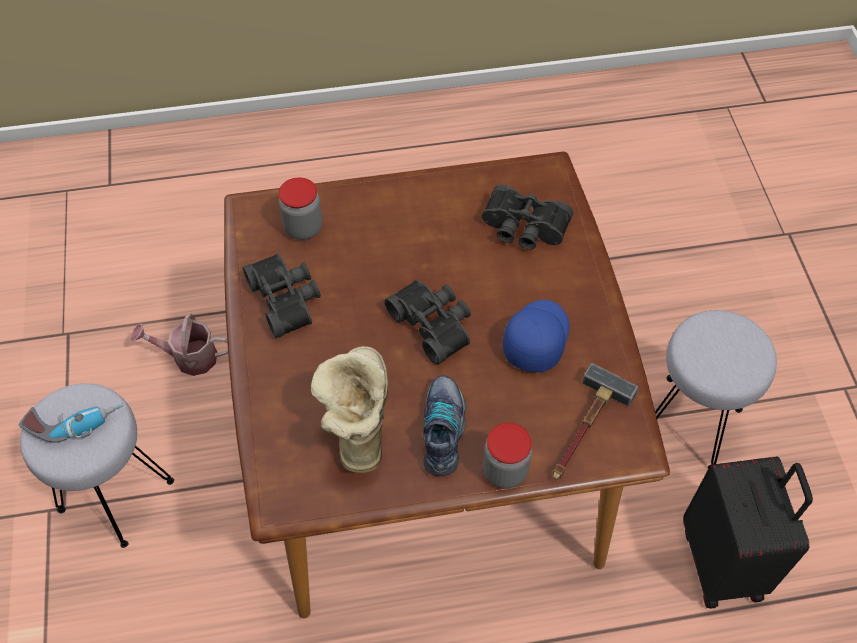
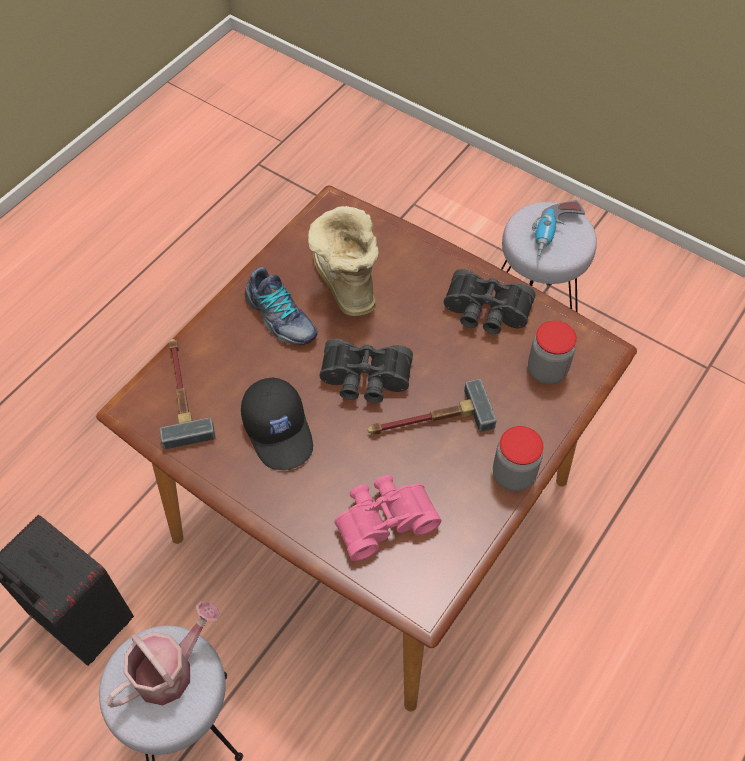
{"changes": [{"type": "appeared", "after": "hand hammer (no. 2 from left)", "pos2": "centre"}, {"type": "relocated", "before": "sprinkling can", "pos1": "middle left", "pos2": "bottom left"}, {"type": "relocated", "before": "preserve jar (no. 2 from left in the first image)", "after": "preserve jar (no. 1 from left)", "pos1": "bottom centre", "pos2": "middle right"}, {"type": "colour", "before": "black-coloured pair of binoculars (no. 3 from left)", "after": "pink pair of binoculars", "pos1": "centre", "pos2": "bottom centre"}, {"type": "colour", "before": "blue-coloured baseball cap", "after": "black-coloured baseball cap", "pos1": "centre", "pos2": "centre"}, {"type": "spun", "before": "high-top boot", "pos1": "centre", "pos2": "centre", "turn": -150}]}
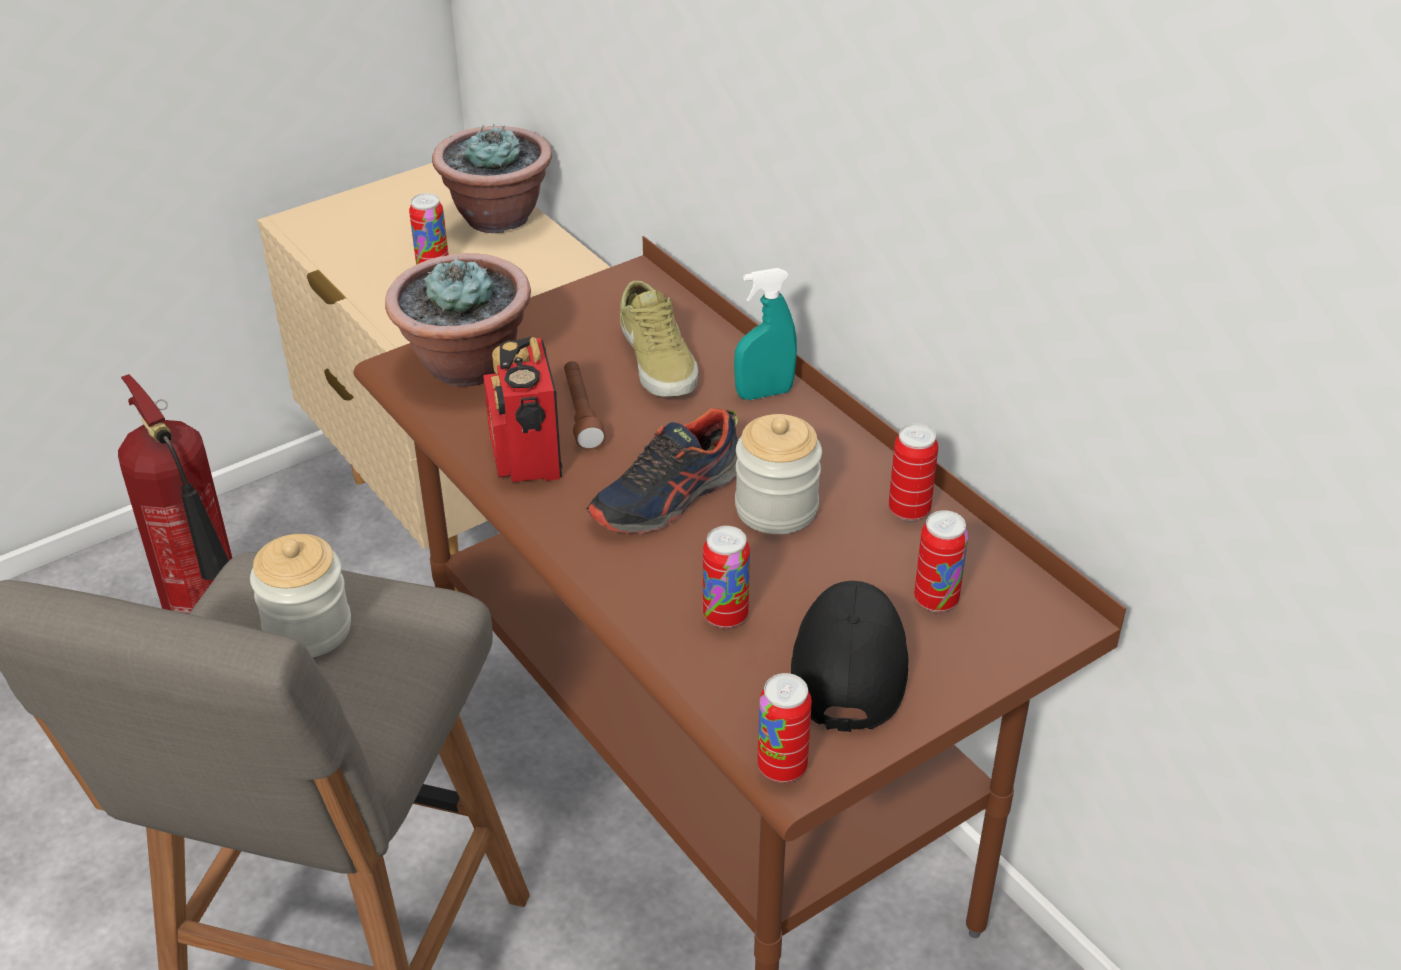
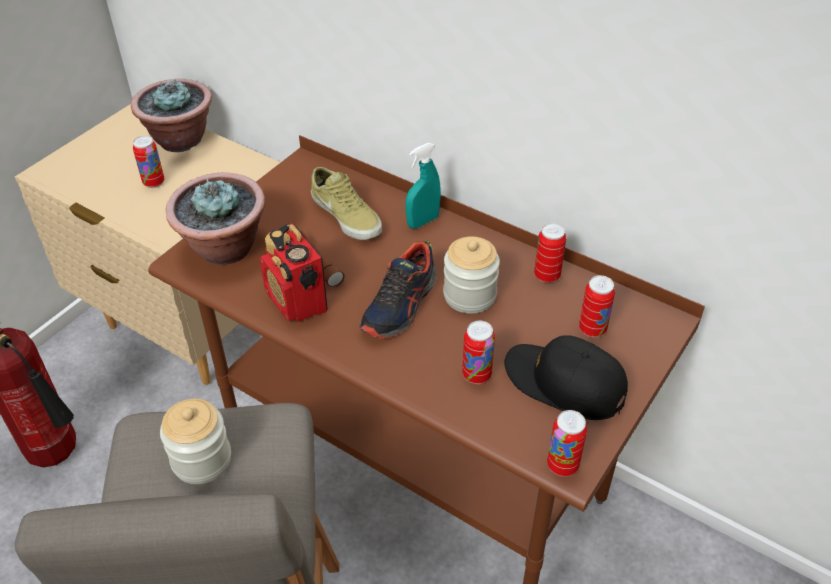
{"changes": [{"type": "spun", "before": "black-coloured baseball cap", "pos1": "bottom centre", "pos2": "middle right", "turn": -45}]}
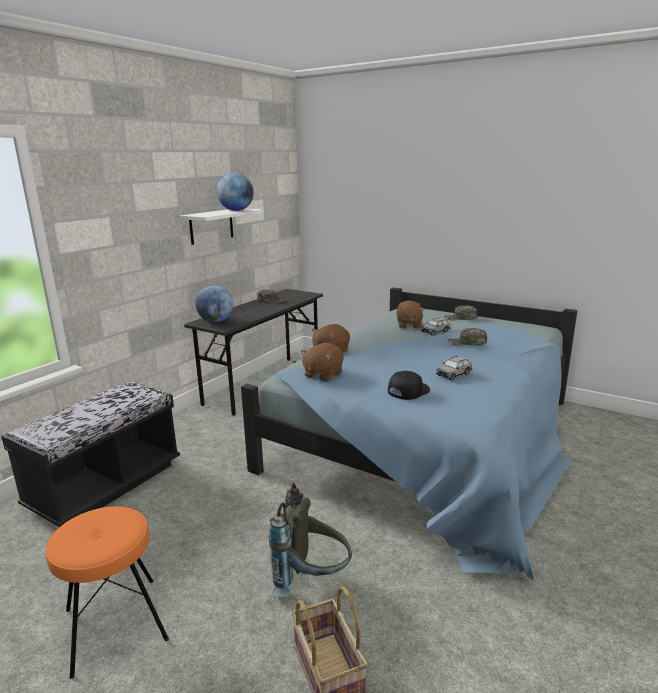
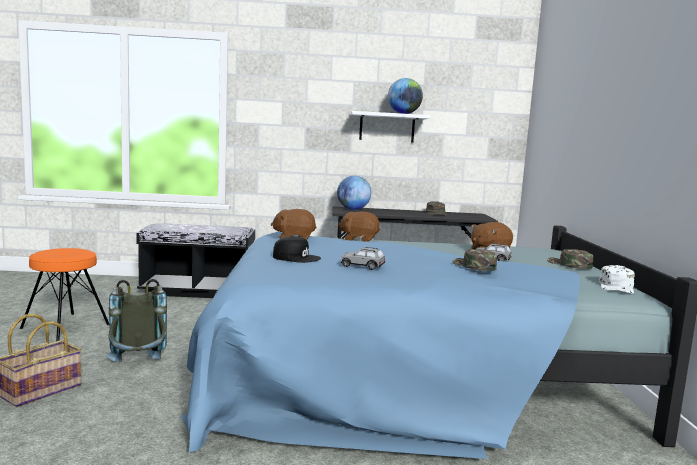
{"changes": [{"type": "appeared", "after": "white-coloured baseball cap", "pos2": "middle right"}]}
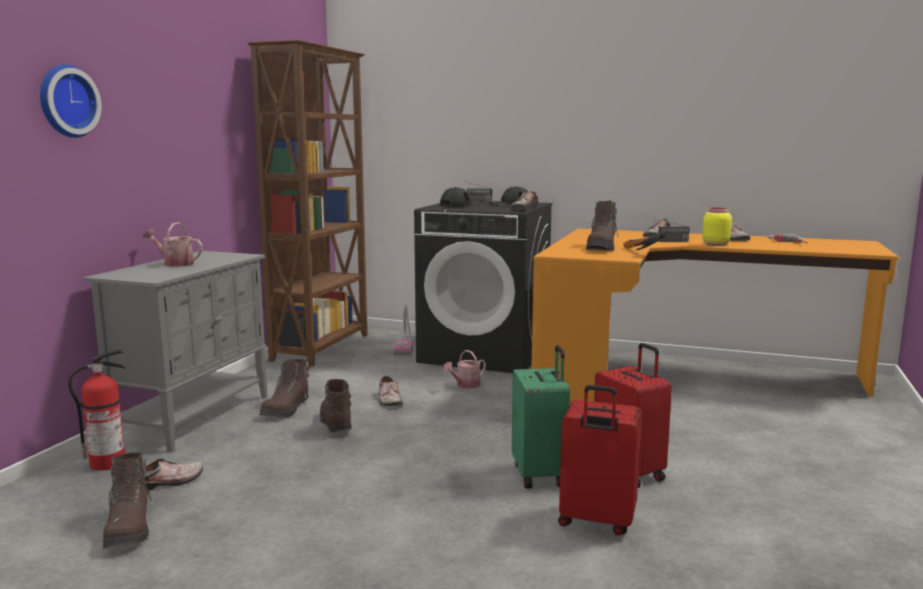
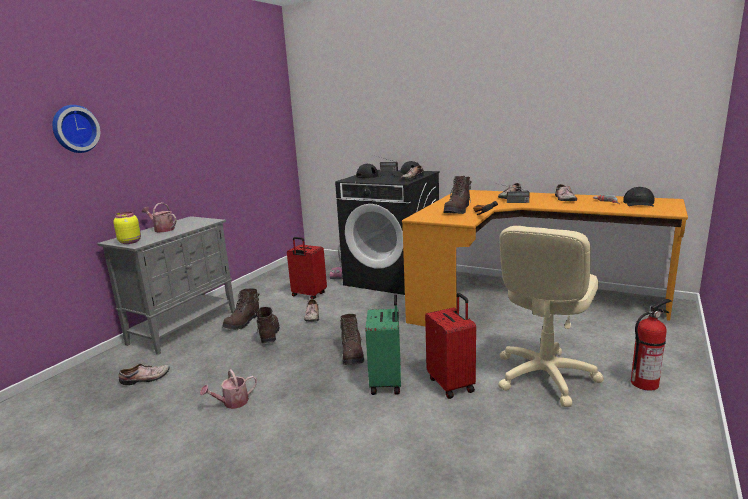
{"changes": [{"type": "missing", "before": "brown-coloured shelving unit", "pos1": "middle left"}, {"type": "appeared", "after": "beige-coloured desk chair", "pos2": "middle right"}, {"type": "appeared", "after": "black-coloured baseball cap (no. 3 from left)", "pos2": "middle right"}, {"type": "relocated", "before": "extinguisher", "pos1": "bottom left", "pos2": "bottom right"}, {"type": "relocated", "before": "brown-coloured high-top boot (no. 1 from left in the first image)", "after": "brown-coloured high-top boot (no. 3 from left)", "pos1": "bottom left", "pos2": "bottom centre"}, {"type": "relocated", "before": "sprinkling can (no. 2 from left)", "pos1": "centre", "pos2": "bottom left"}, {"type": "relocated", "before": "red-coloured travel case (no. 1 from left)", "pos1": "bottom centre", "pos2": "centre"}, {"type": "relocated", "before": "yellow preserve jar", "pos1": "middle right", "pos2": "middle left"}]}
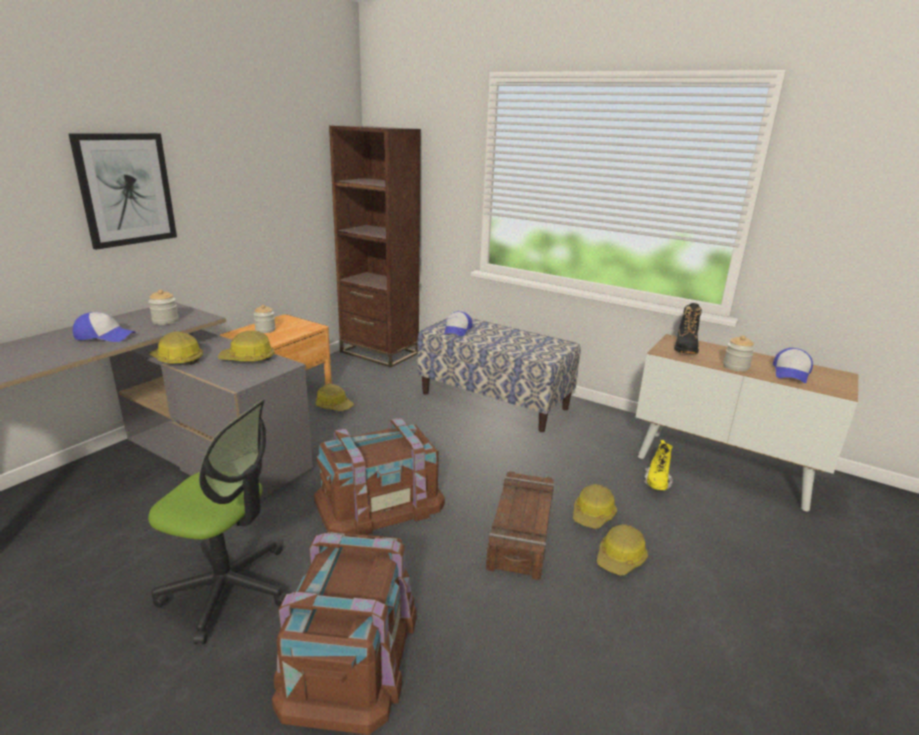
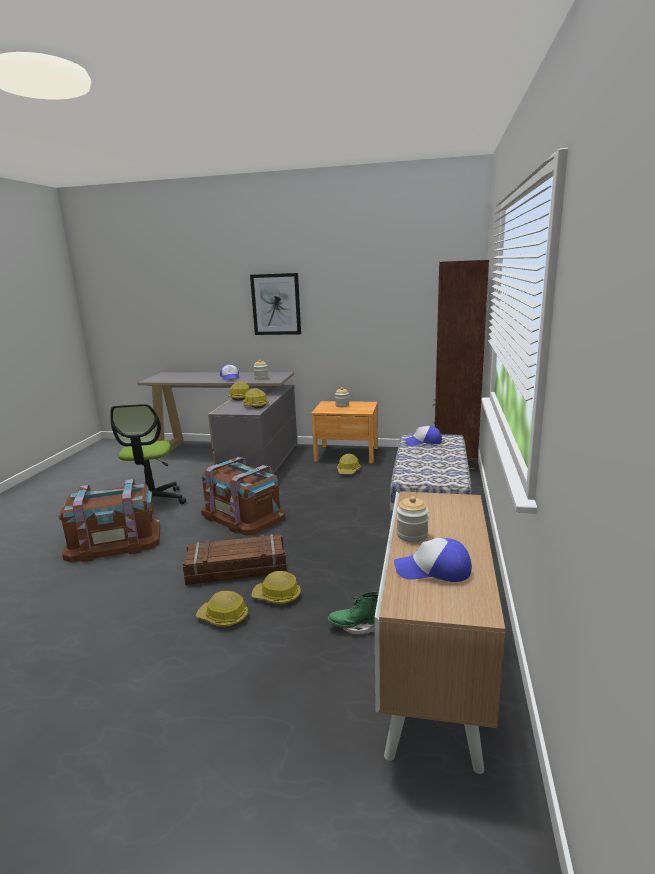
{"changes": [{"type": "missing", "before": "black-coloured high-top boot", "pos1": "middle right"}, {"type": "colour", "before": "yellow high-top boot", "after": "green high-top boot", "pos1": "middle right", "pos2": "bottom centre"}]}
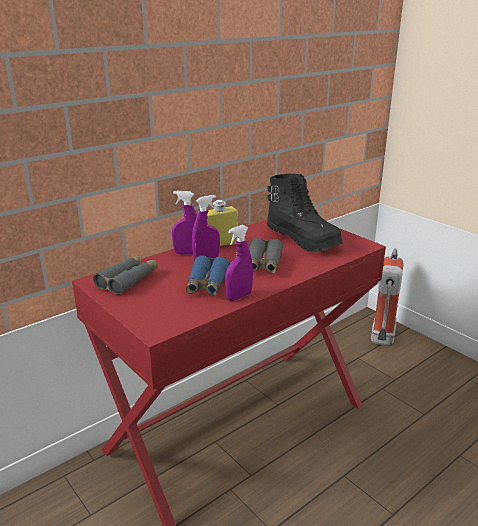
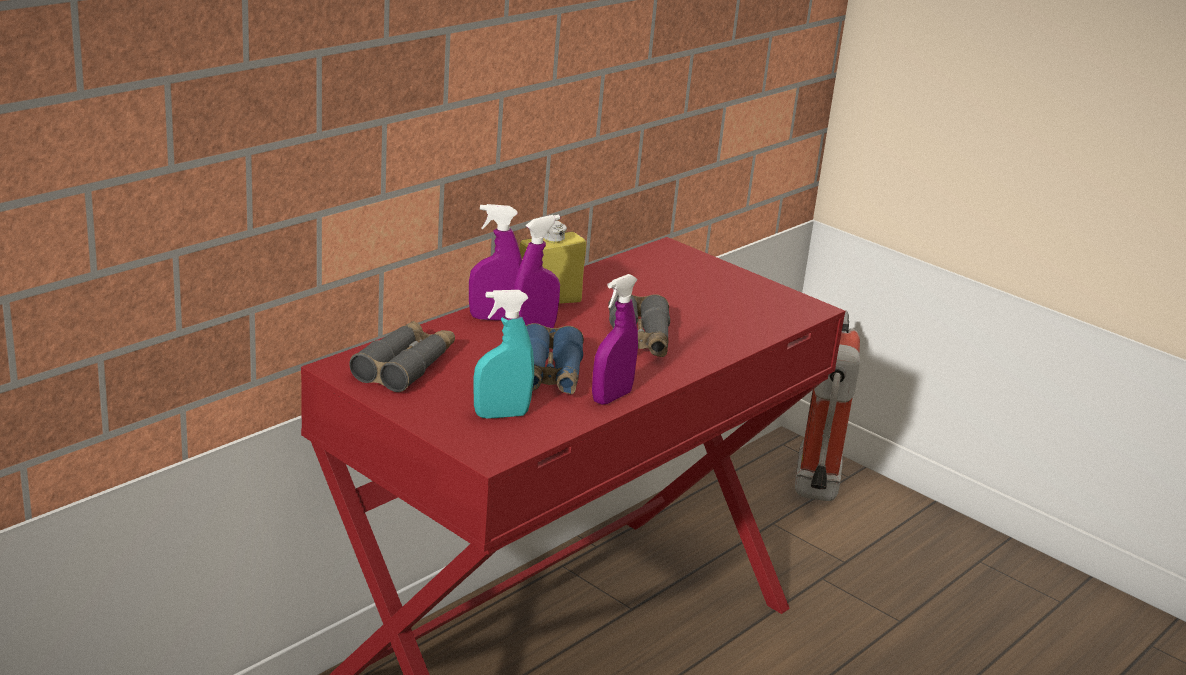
{"changes": [{"type": "missing", "before": "black-coloured high-top boot", "pos1": "centre"}, {"type": "appeared", "after": "turquoise spray bottle", "pos2": "centre"}]}
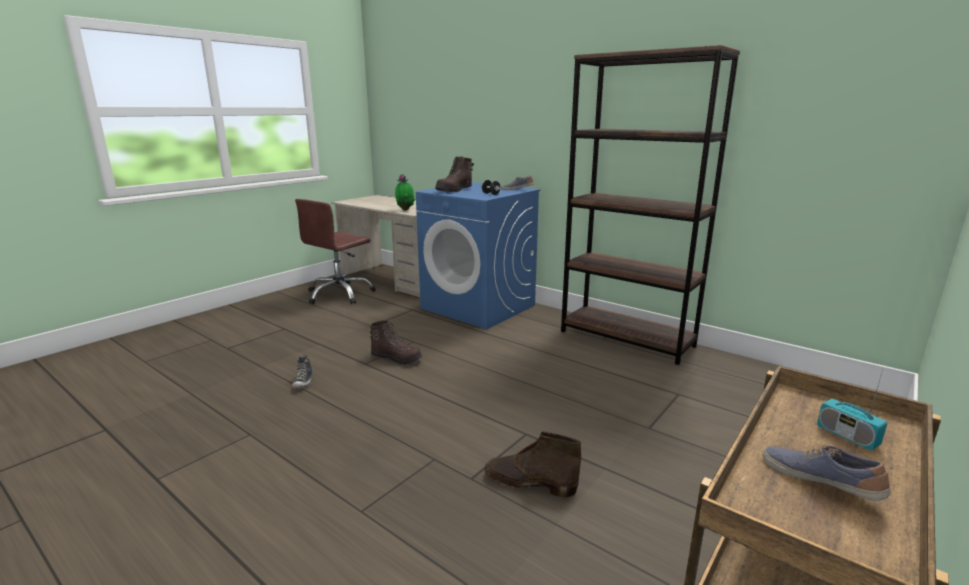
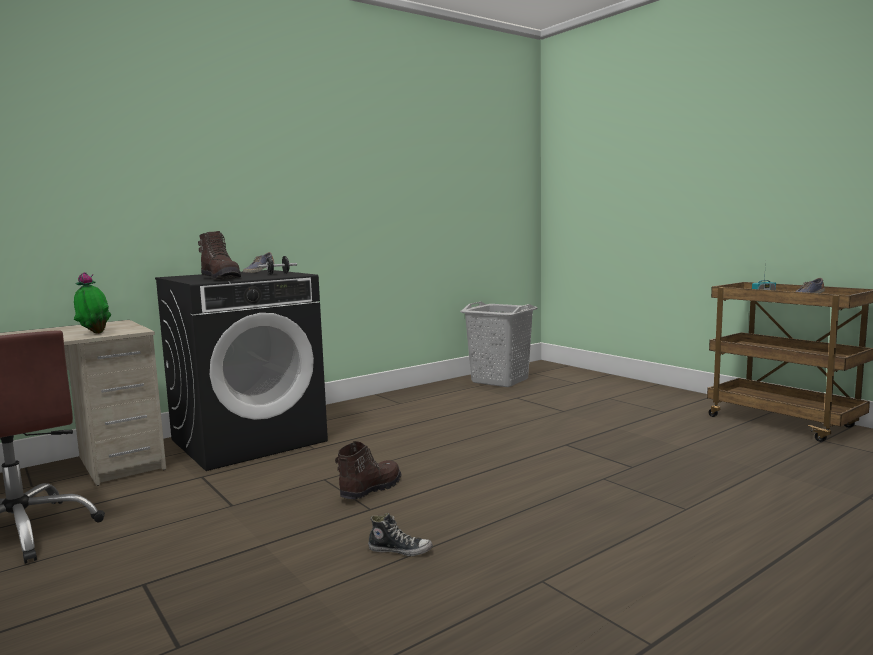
{"changes": [{"type": "missing", "before": "brown-coloured high-top boot (no. 3 from left)", "pos1": "bottom centre"}, {"type": "missing", "before": "brown-coloured shelving unit", "pos1": "middle right"}, {"type": "appeared", "after": "greyish washing basket", "pos2": "centre"}, {"type": "colour", "before": "blue-coloured laundry machine", "after": "black-coloured laundry machine", "pos1": "centre", "pos2": "middle left"}]}
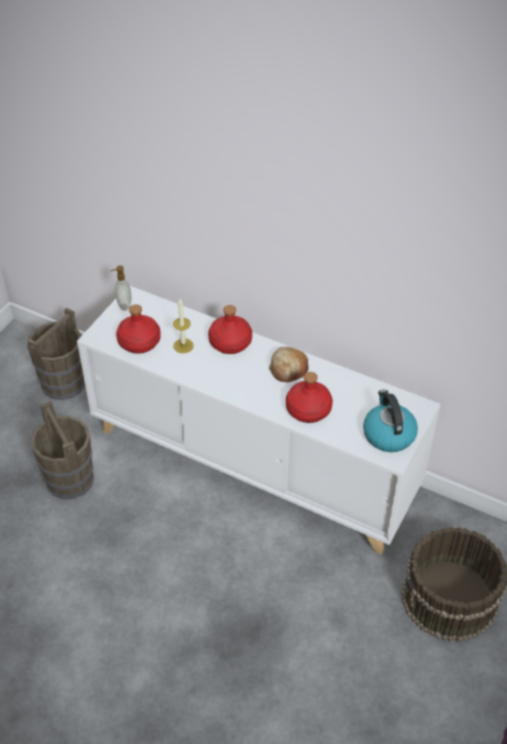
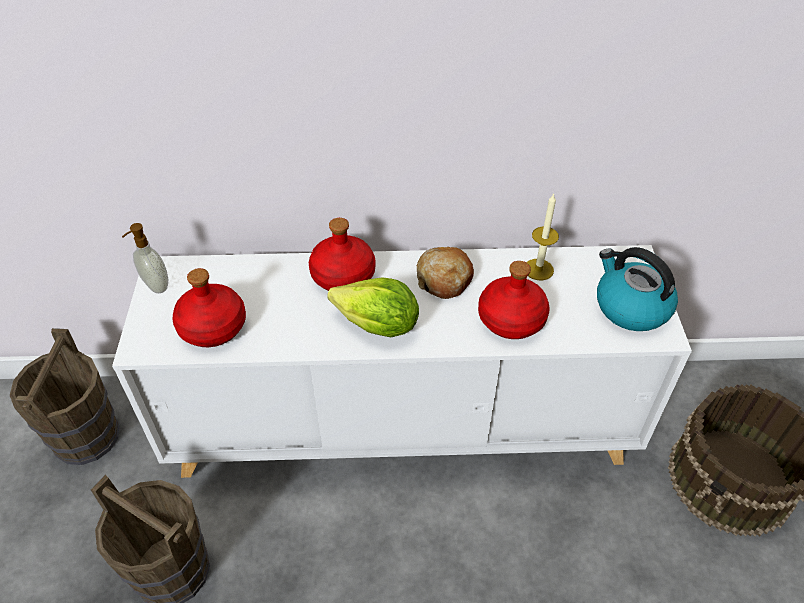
{"changes": [{"type": "appeared", "after": "lettuce", "pos2": "centre"}, {"type": "relocated", "before": "wax candle", "pos1": "centre", "pos2": "middle right"}]}
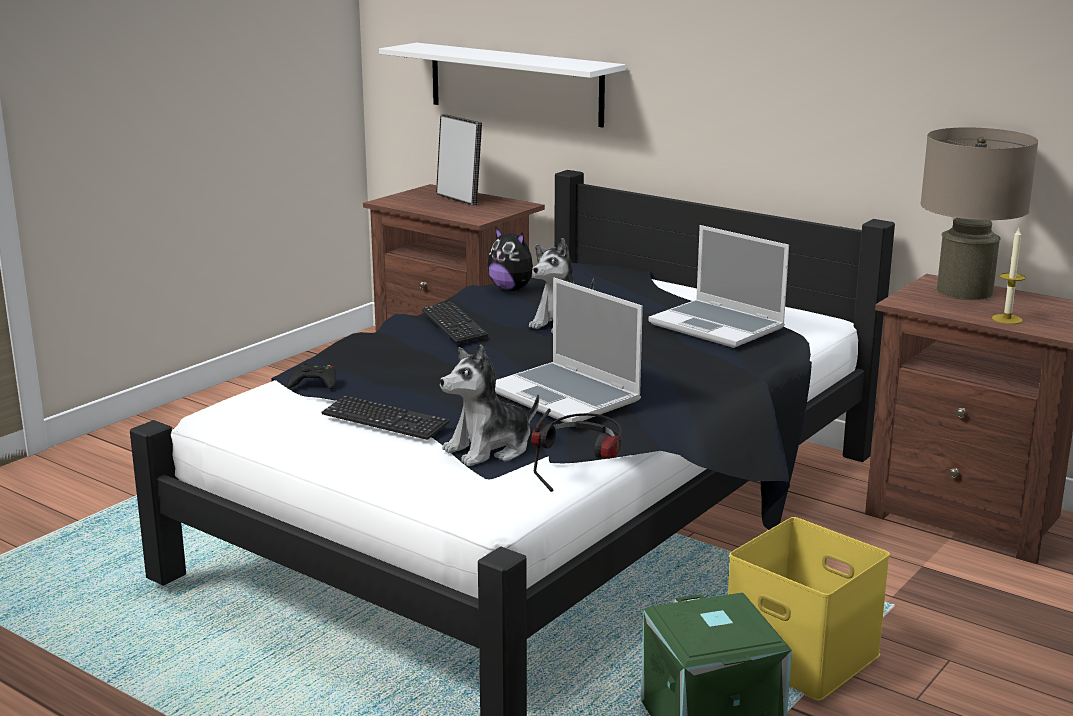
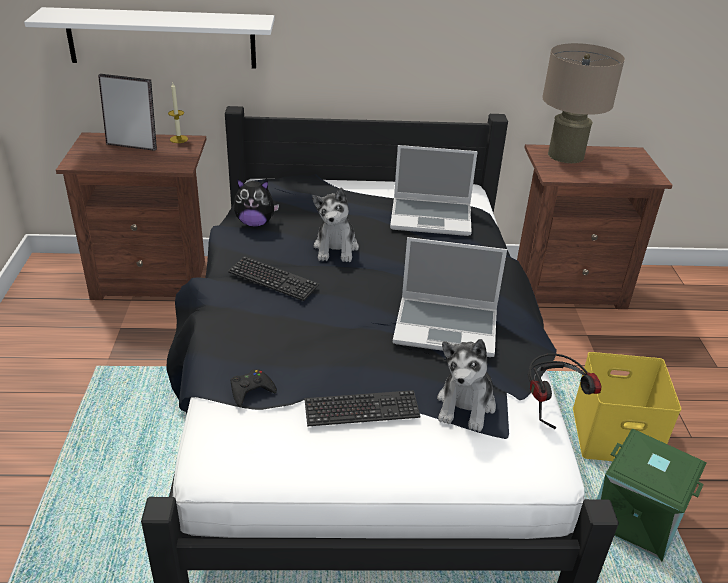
{"changes": [{"type": "relocated", "before": "wax candle", "pos1": "middle right", "pos2": "top left"}]}
